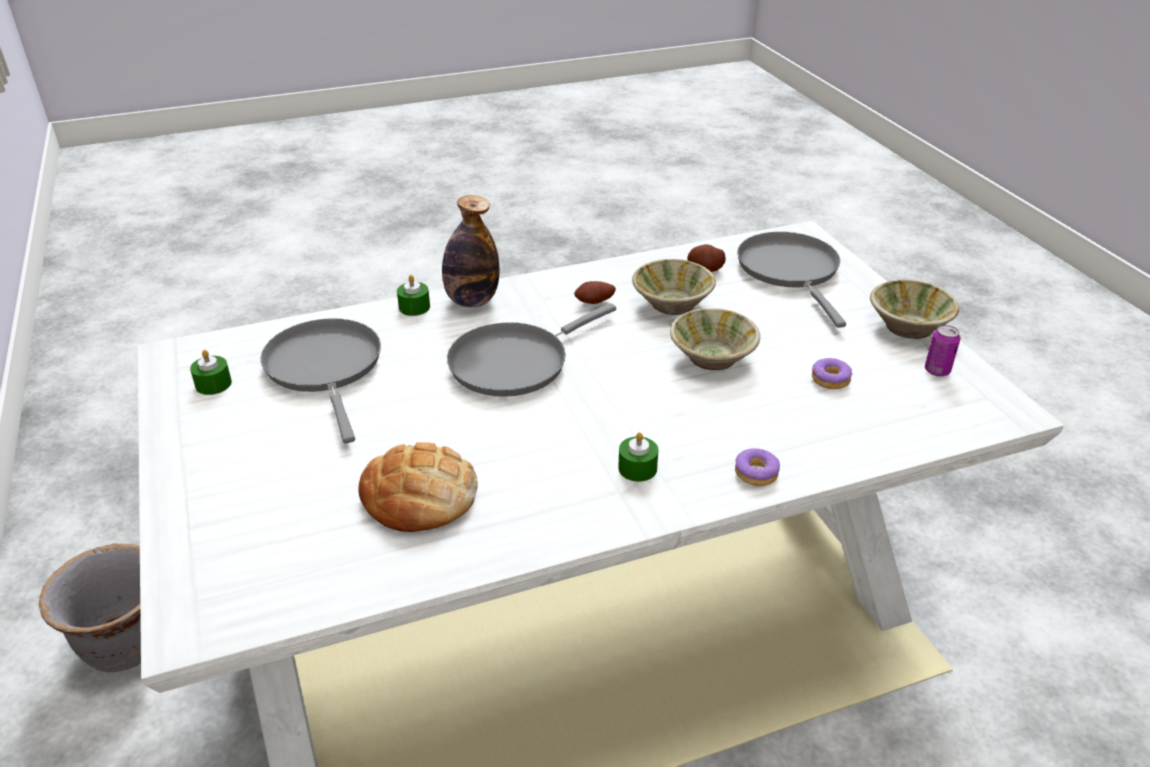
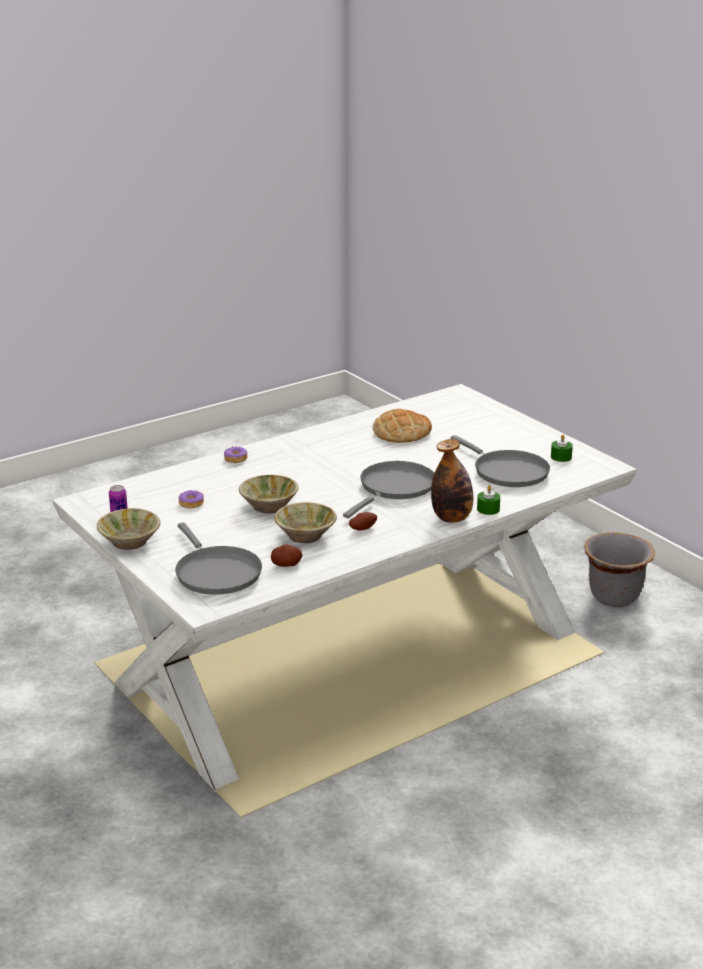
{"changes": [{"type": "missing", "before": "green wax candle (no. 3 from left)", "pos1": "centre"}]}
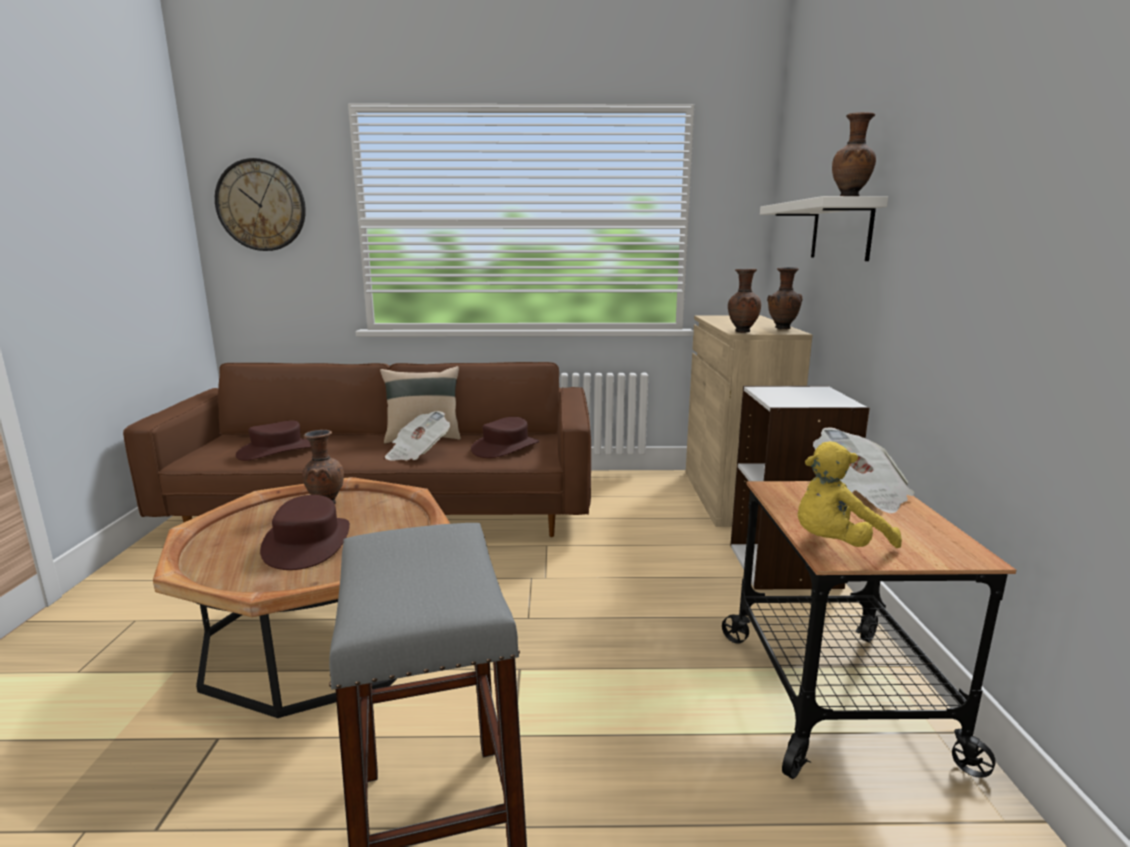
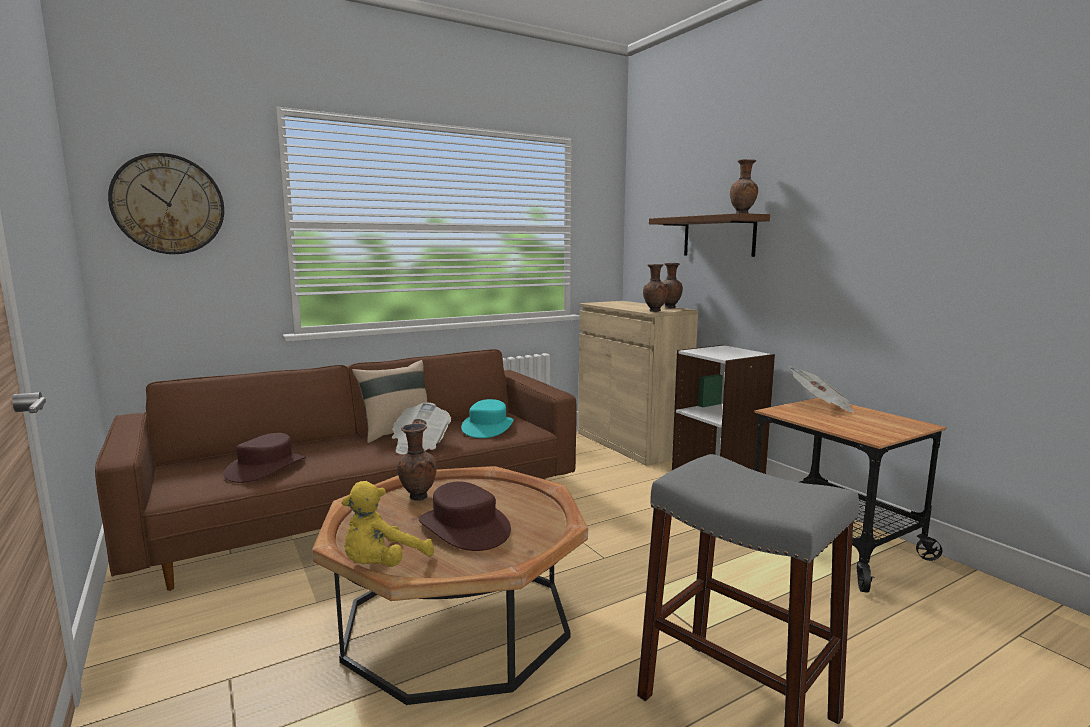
{"changes": [{"type": "relocated", "before": "yellow soft toy", "pos1": "middle right", "pos2": "bottom centre"}, {"type": "colour", "before": "brown-coloured clothing hat (no. 3 from left)", "after": "turquoise clothing hat", "pos1": "centre", "pos2": "centre"}, {"type": "colour", "before": "white-coloured bracket shelf", "after": "brown-coloured bracket shelf", "pos1": "top right", "pos2": "top centre"}]}
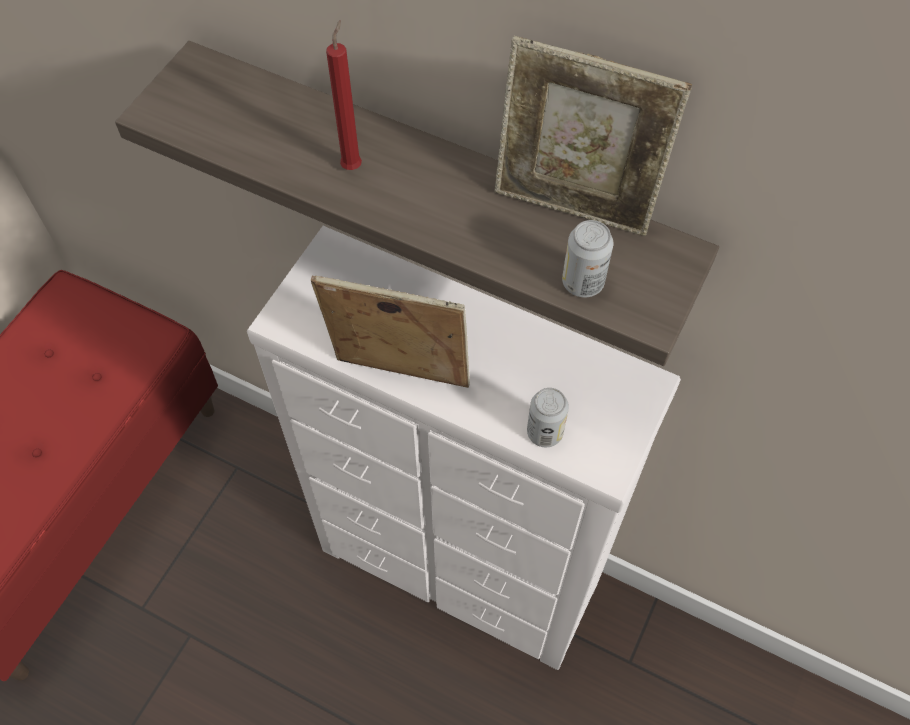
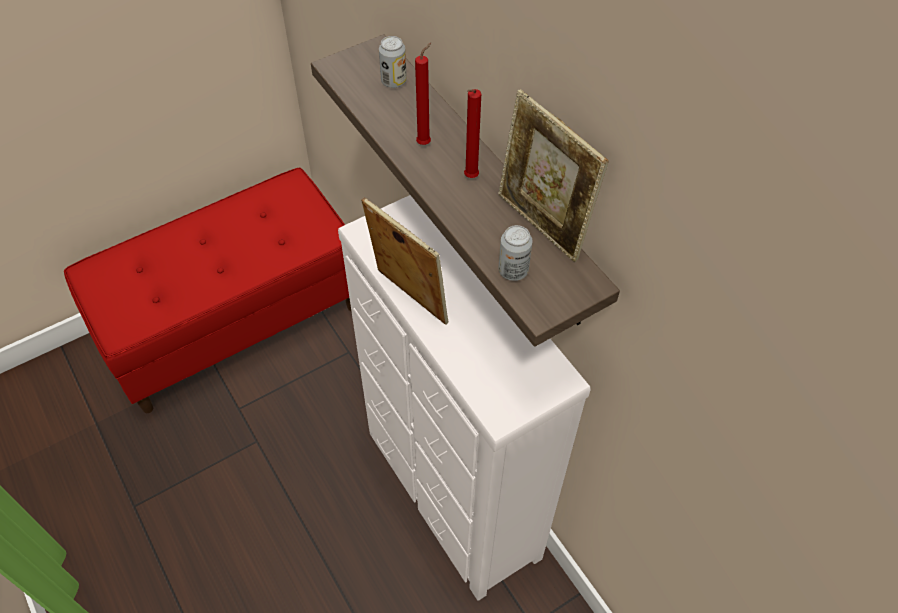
{"changes": [{"type": "appeared", "after": "red-coloured wax candle (no. 2 from left)", "pos2": "top centre"}, {"type": "relocated", "before": "sealed can (no. 1 from left)", "pos1": "centre", "pos2": "top centre"}]}
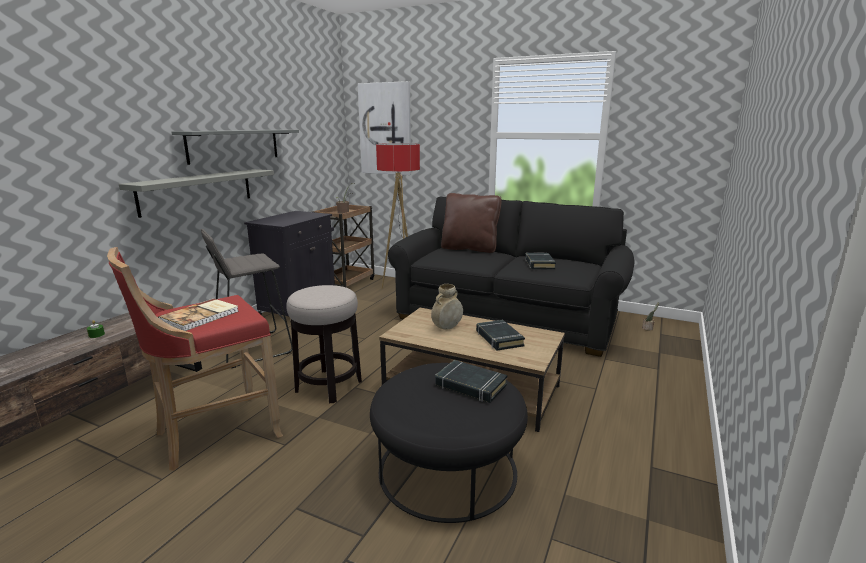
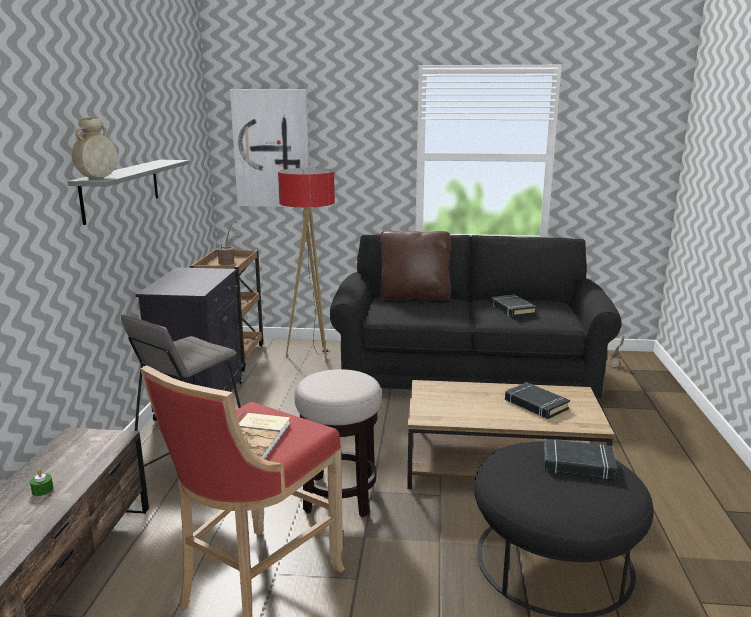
{"changes": [{"type": "missing", "before": "greyish bracket shelf (no. 1 from left)", "pos1": "middle left"}, {"type": "relocated", "before": "beige-coloured flower vase", "pos1": "centre", "pos2": "top left"}]}
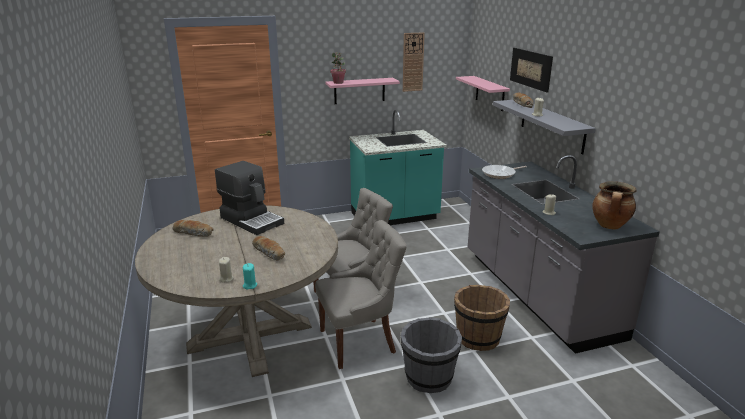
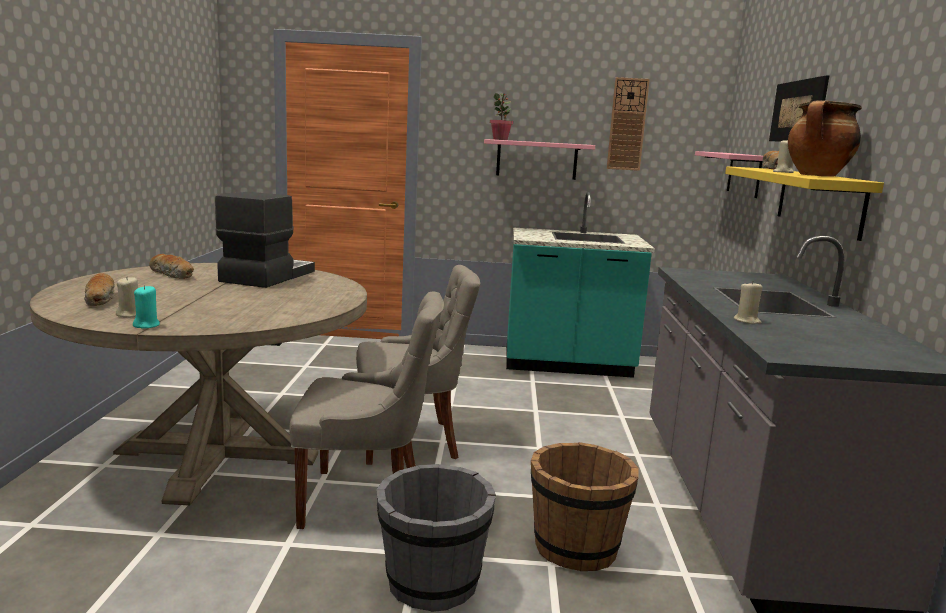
{"changes": [{"type": "missing", "before": "pan", "pos1": "middle right"}, {"type": "relocated", "before": "bakery bread (no. 2 from left in the first image)", "after": "bakery bread (no. 1 from left)", "pos1": "centre", "pos2": "middle left"}, {"type": "relocated", "before": "saucepot", "pos1": "middle right", "pos2": "top right"}, {"type": "colour", "before": "greyish bracket shelf", "after": "yellow bracket shelf", "pos1": "top right", "pos2": "top right"}, {"type": "spun", "before": "coffee maker", "pos1": "centre", "pos2": "middle left", "turn": -135}]}
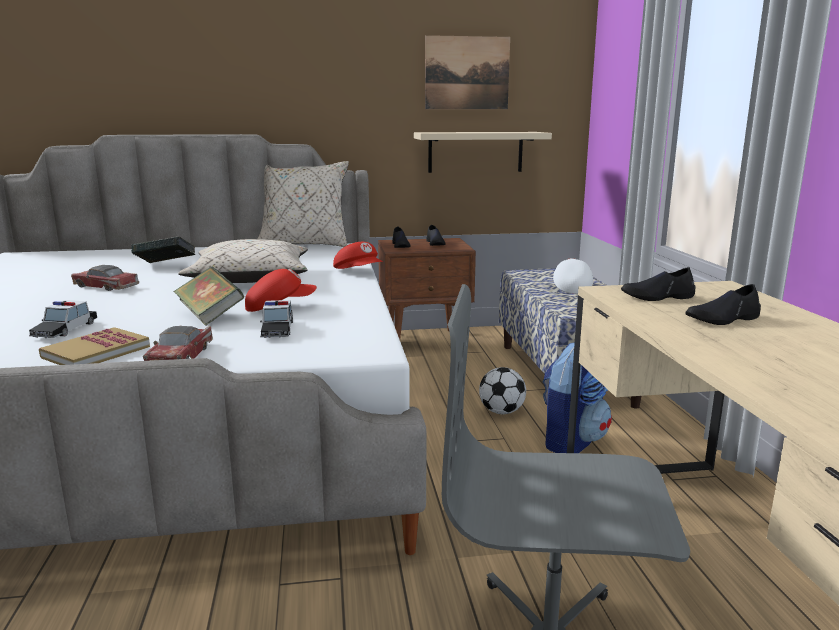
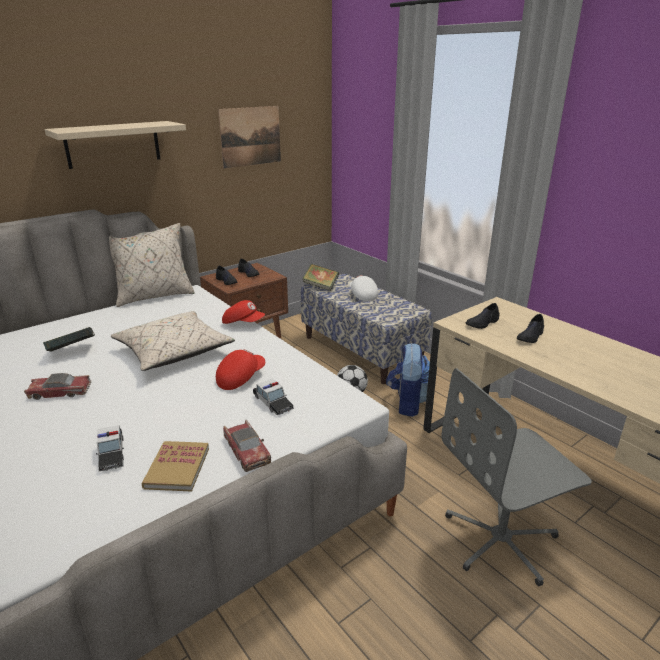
{"changes": [{"type": "relocated", "before": "volume (no. 3 from left)", "pos1": "middle left", "pos2": "centre"}, {"type": "relocated", "before": "beige-coloured bracket shelf", "pos1": "top centre", "pos2": "top left"}]}
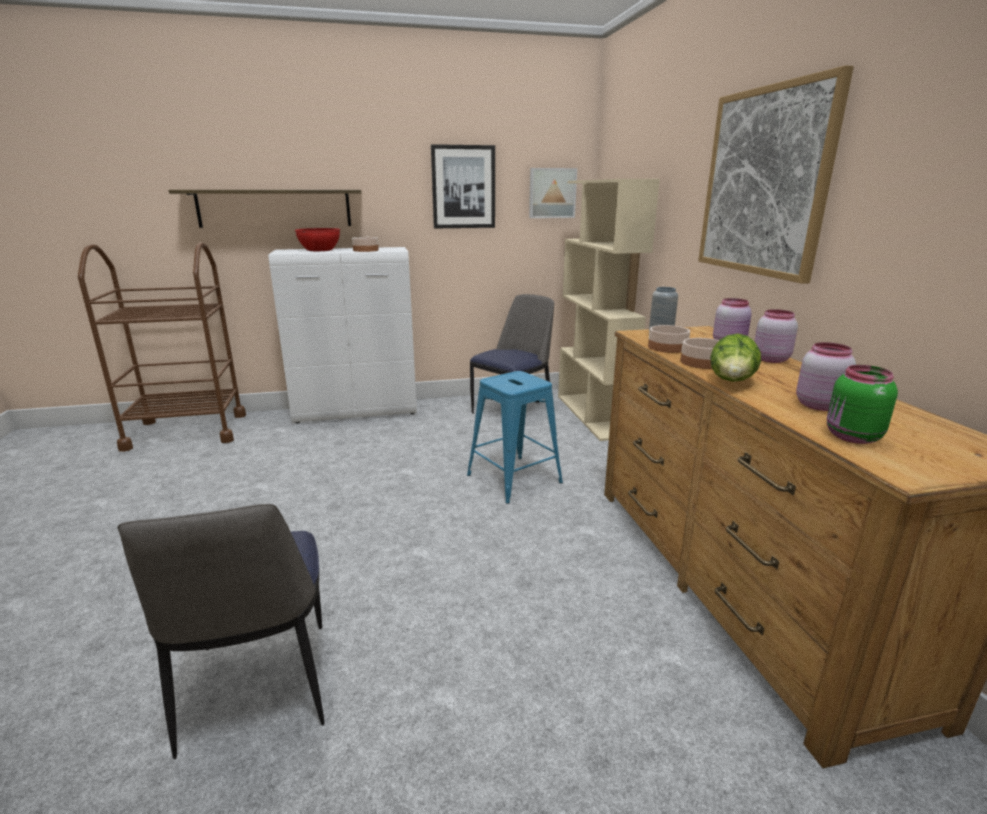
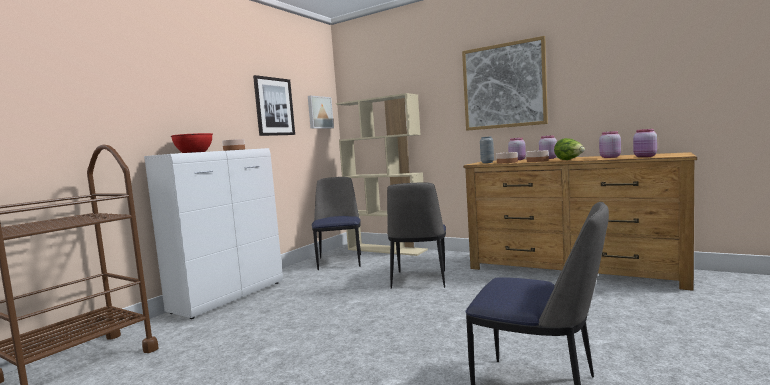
{"changes": [{"type": "missing", "before": "bracket shelf", "pos1": "top left"}, {"type": "exchanged", "before": "blue-coloured stool", "after": "upright chair (no. 2 from left)", "pos1": "centre", "pos2": "centre"}, {"type": "colour", "before": "green preserve jar", "after": "pink preserve jar (no. 4 from left)", "pos1": "middle right", "pos2": "middle right"}]}
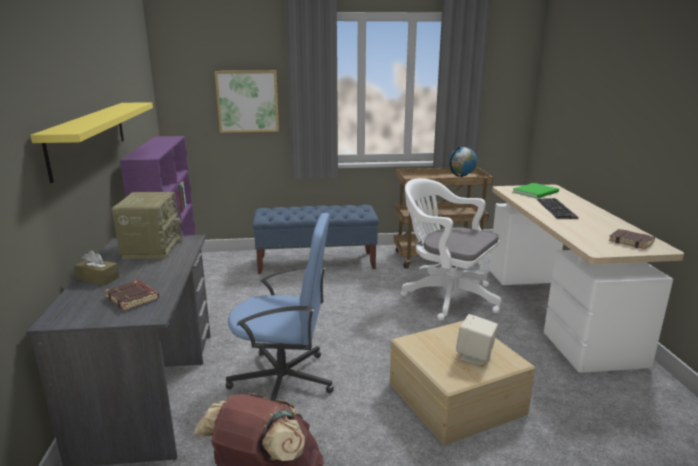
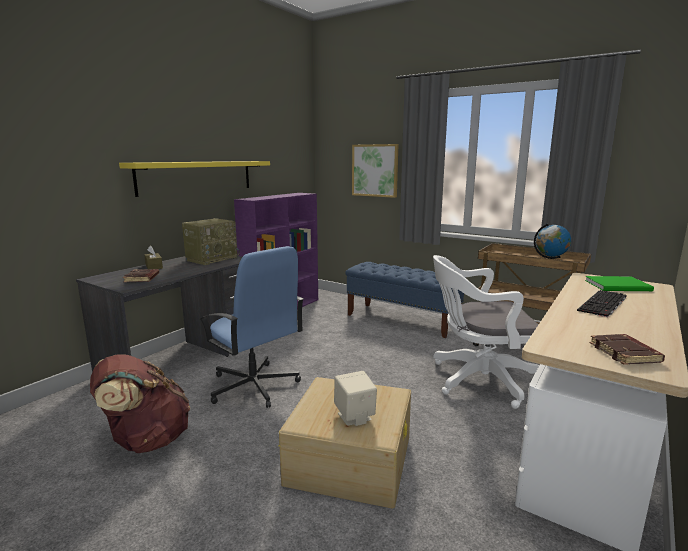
{"changes": [{"type": "spun", "before": "white-coloured desk chair", "pos1": "centre", "pos2": "middle right", "turn": -75}]}
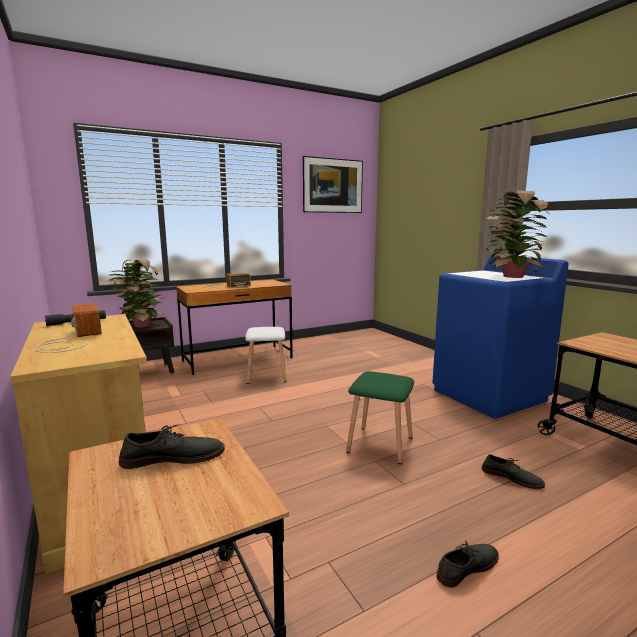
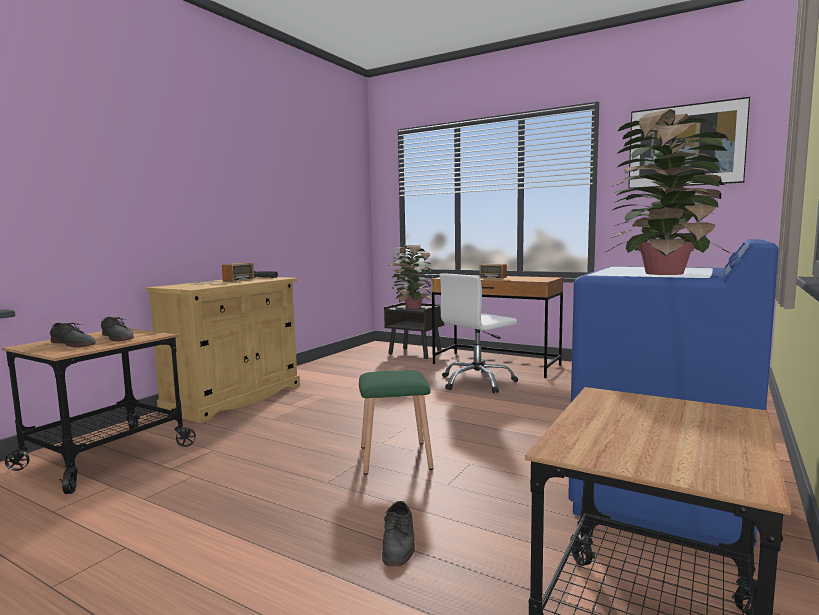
{"changes": [{"type": "relocated", "before": "greyish shoe (no. 2 from left in the first image)", "after": "greyish shoe (no. 1 from left)", "pos1": "bottom right", "pos2": "middle left"}, {"type": "exchanged", "before": "white-coloured stool", "after": "white-coloured desk chair", "pos1": "centre", "pos2": "centre"}]}
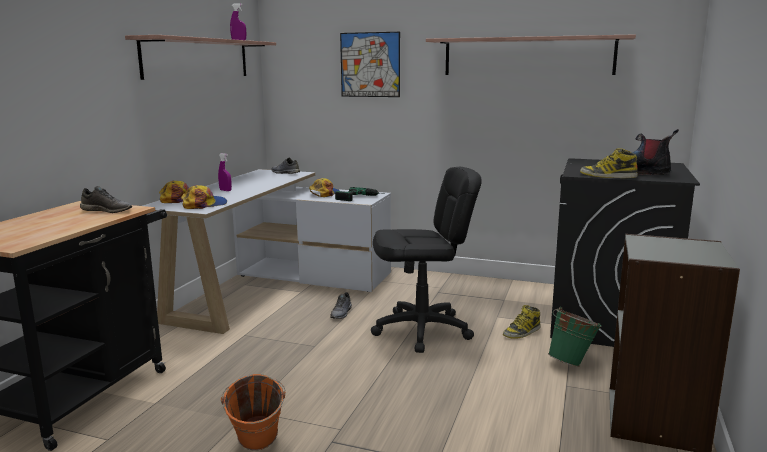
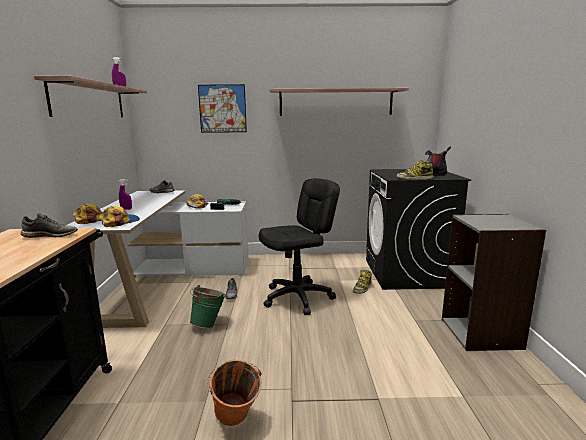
{"changes": [{"type": "relocated", "before": "green water bucket", "pos1": "bottom right", "pos2": "bottom centre"}]}
